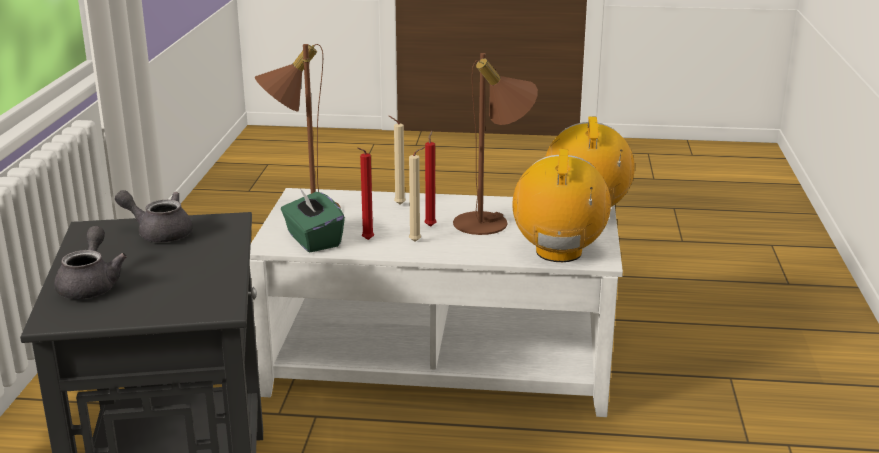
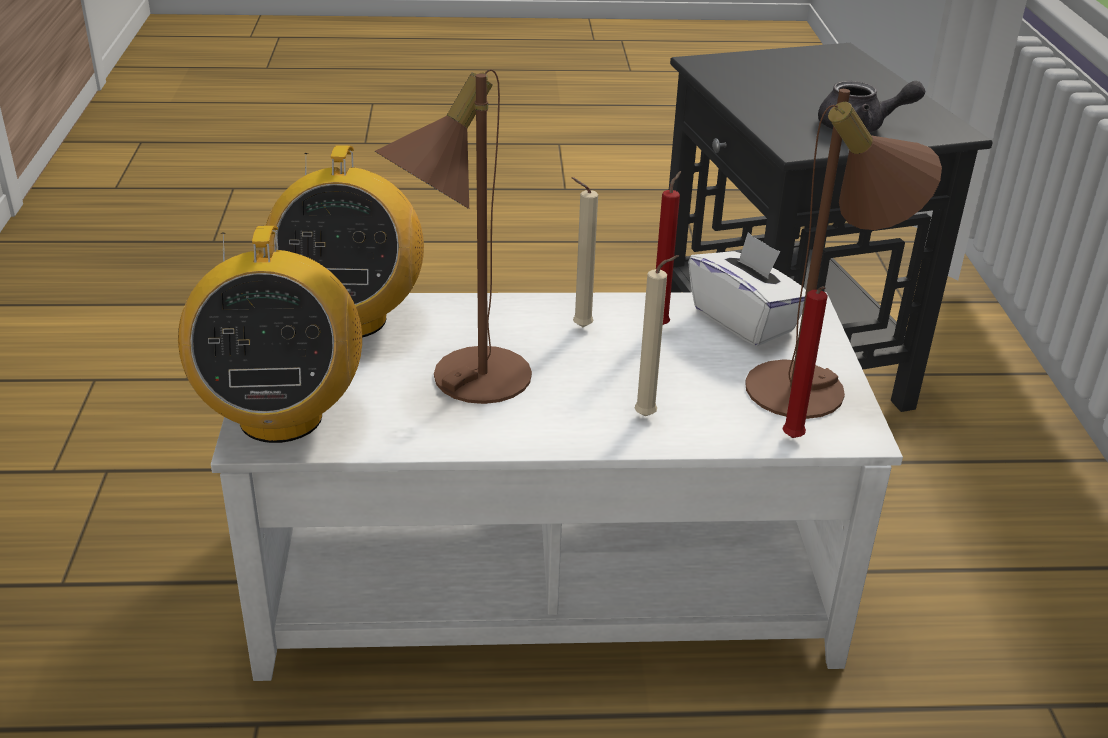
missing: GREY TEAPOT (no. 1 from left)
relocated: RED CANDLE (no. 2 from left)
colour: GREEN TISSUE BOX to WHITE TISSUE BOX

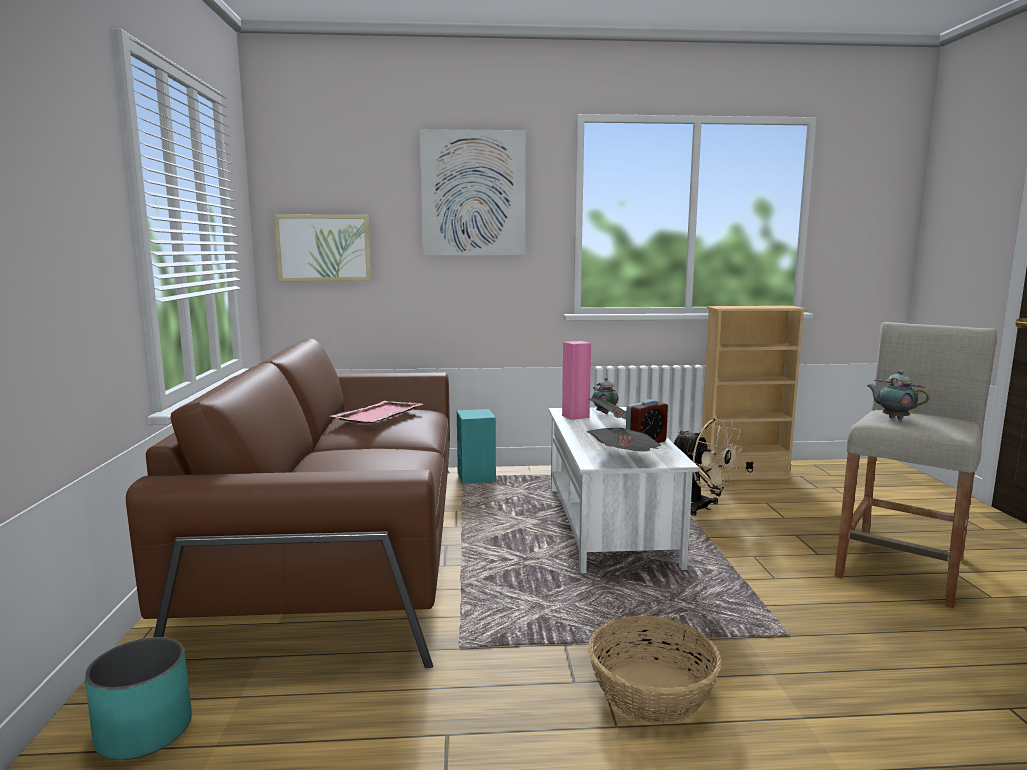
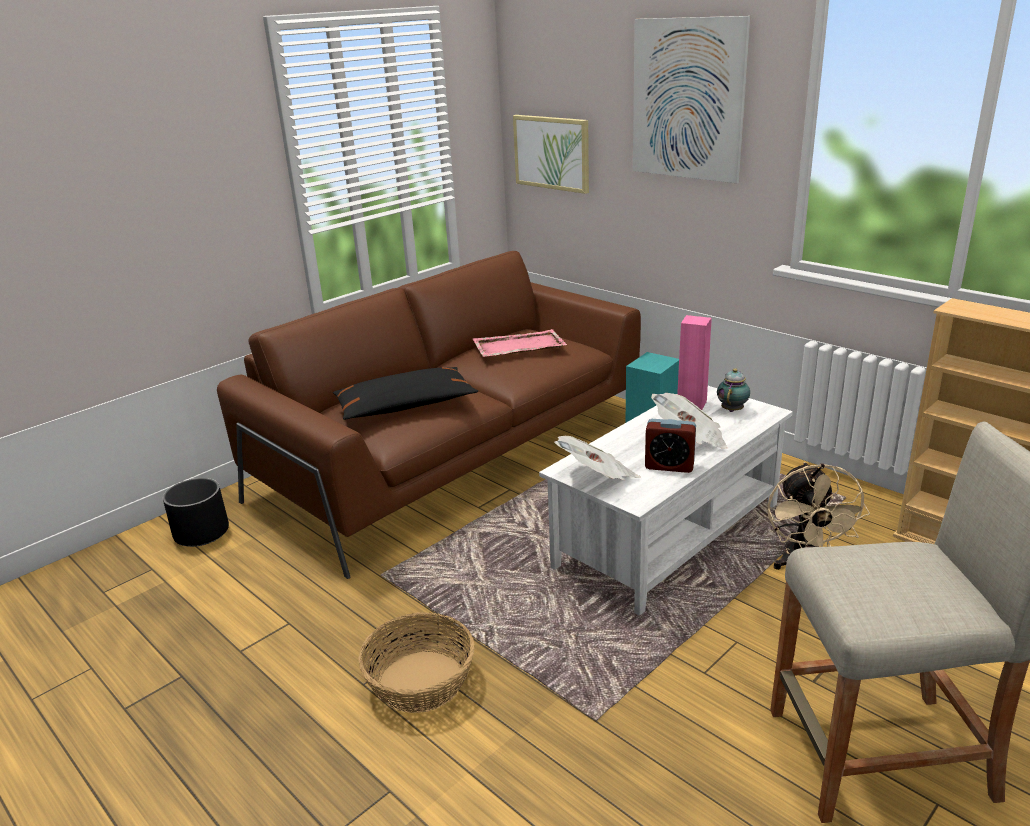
missing: TEAPOT (no. 2 from left)
appeared: BLACK PILLOW
colour: TURQUOISE PLANTER to BLACK PLANTER

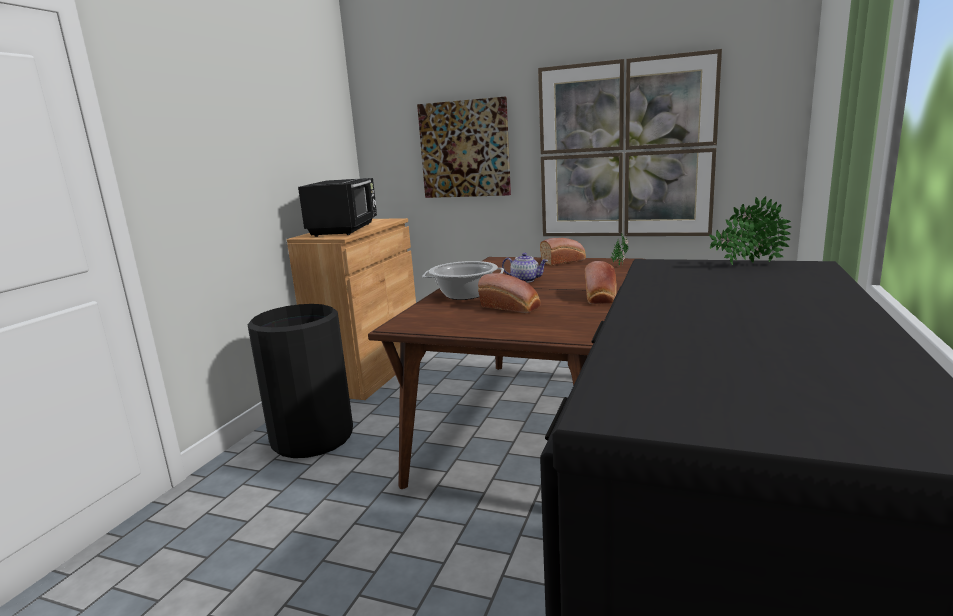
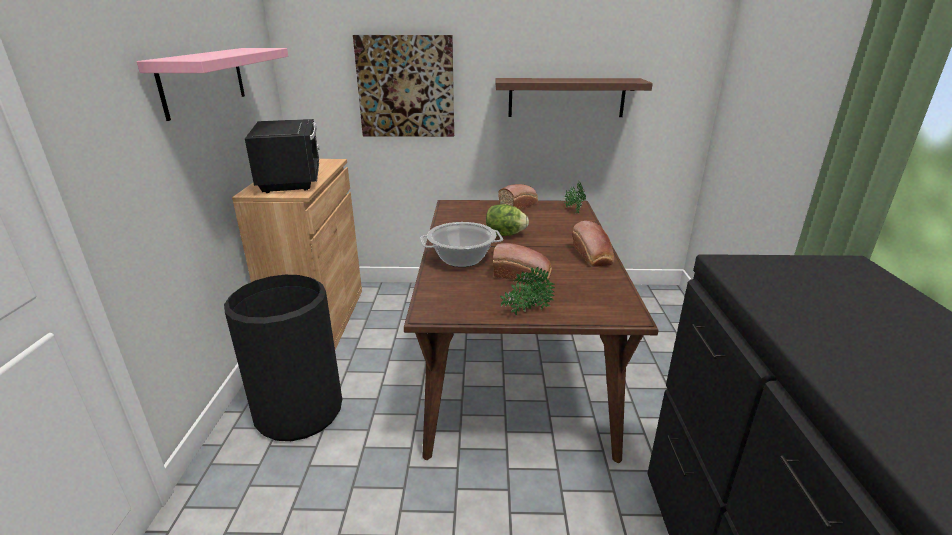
appeared: PINK SHELF
relocated: POTTED PLANT (no. 2 from left in the first image) to POTTED PLANT (no. 1 from left)
exchanged: TEAPOT to LETTUCE; PICTURE (no. 2 from left) to BROWN SHELF

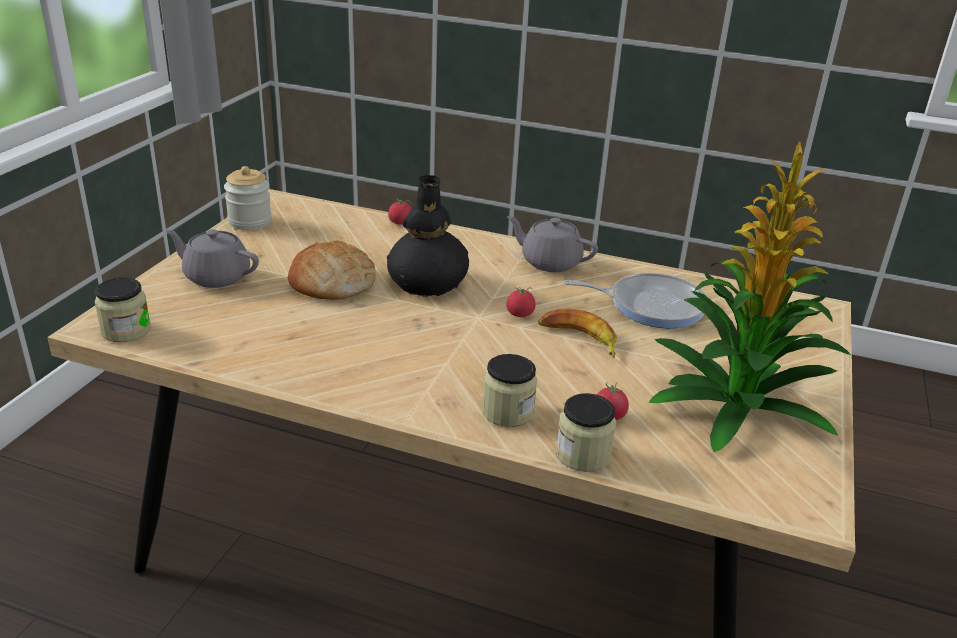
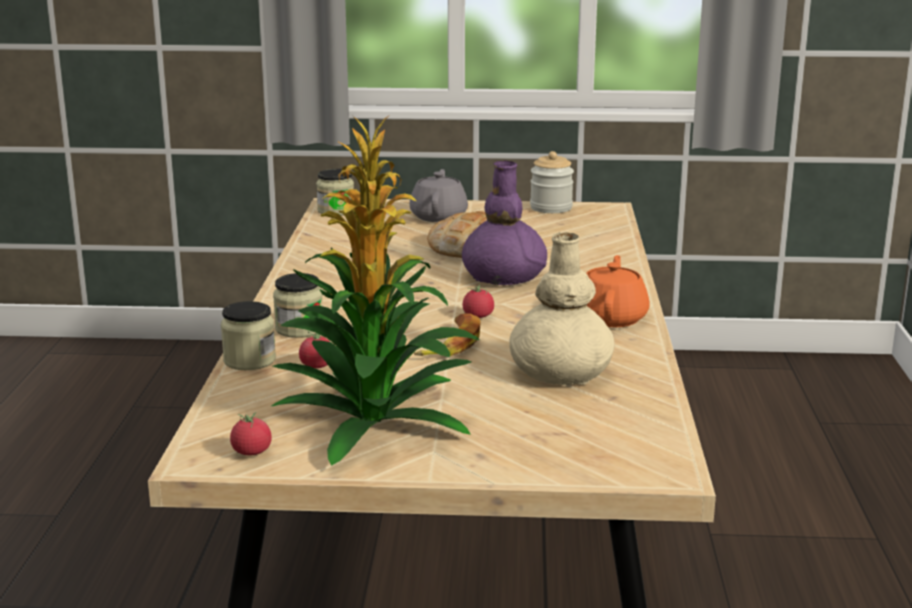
relocated: TOMATO (no. 1 from left)
exchanged: FRYING PAN to BEIGE VASE
colour: BLACK VASE to PURPLE VASE; GREY TEAPOT (no. 2 from left) to ORANGE TEAPOT

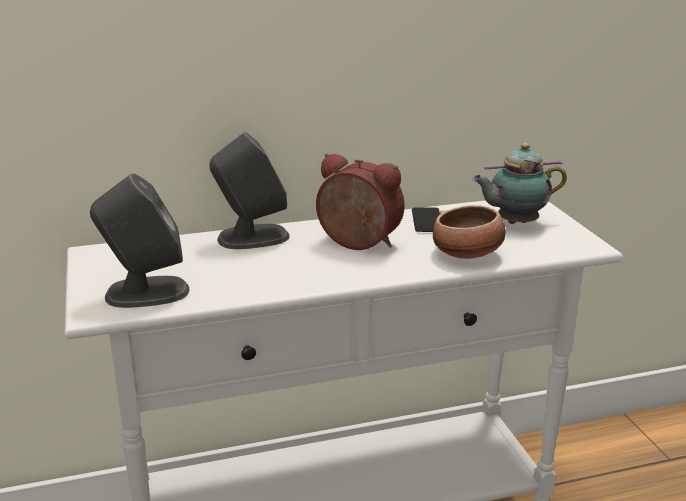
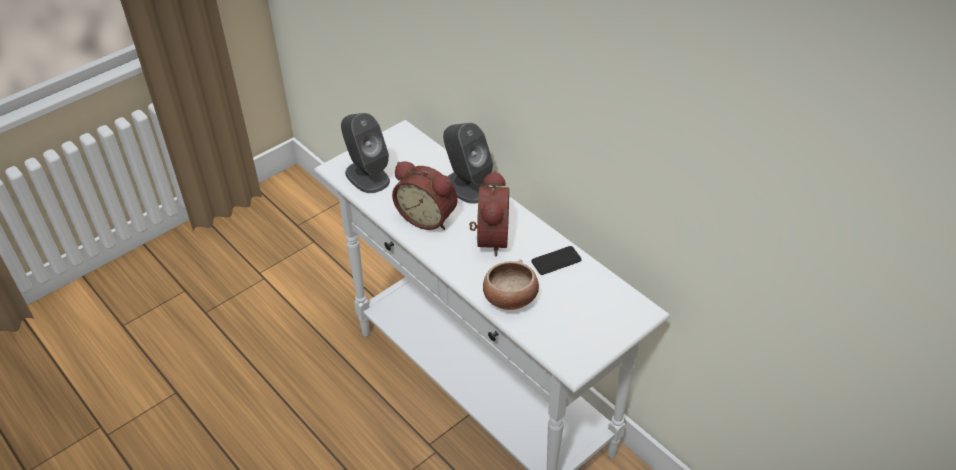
missing: TEAPOT
appeared: ALARM CLOCK (no. 1 from left)

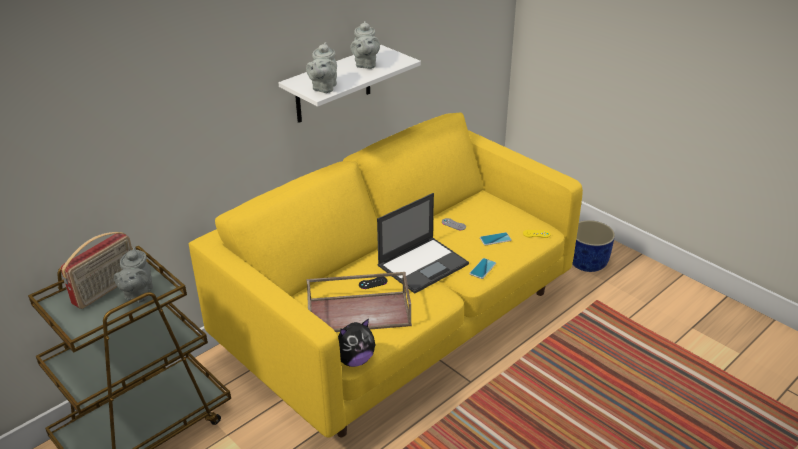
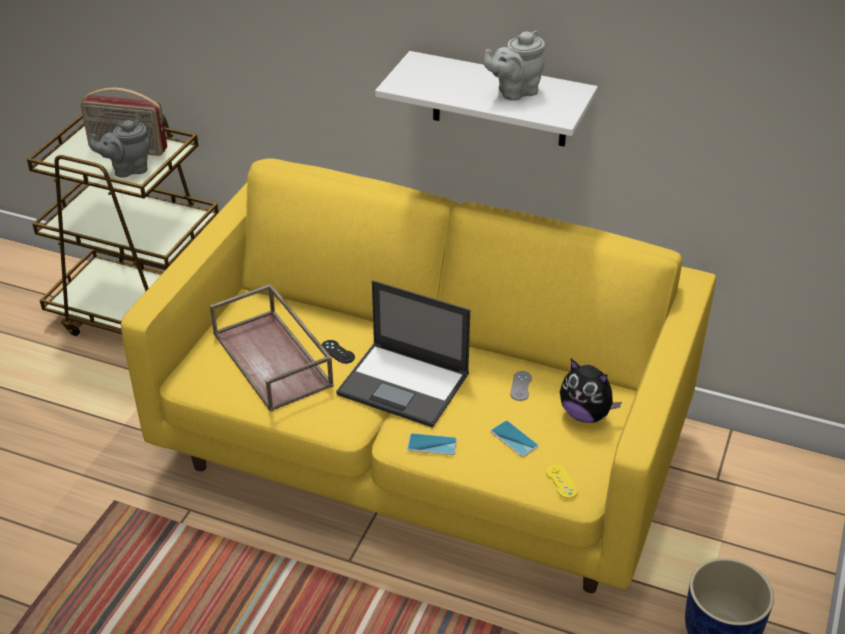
missing: GREY TEAPOT (no. 2 from left)
relocated: PLUSH TOY

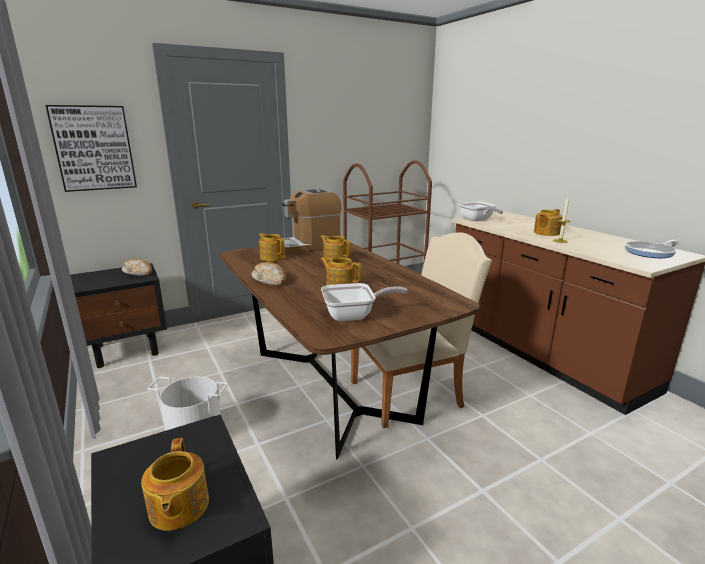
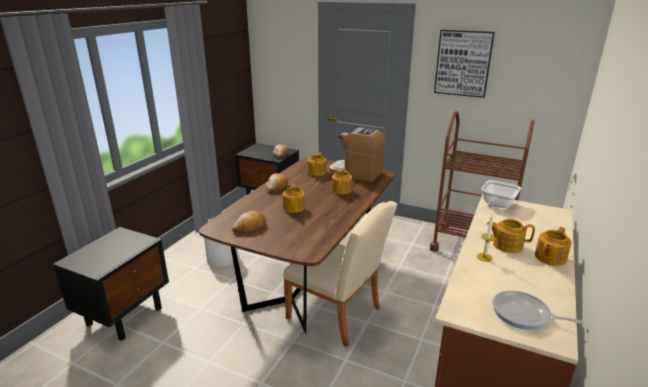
relocated: PICTURE; TEAPOT (no. 1 from left in the first image) to TEAPOT (no. 5 from left)
exchanged: FRYING PAN (no. 1 from left) to BREAD (no. 1 from left)

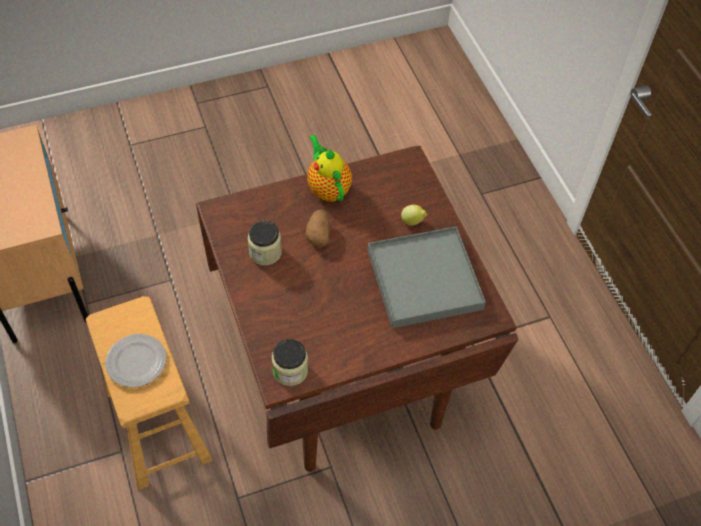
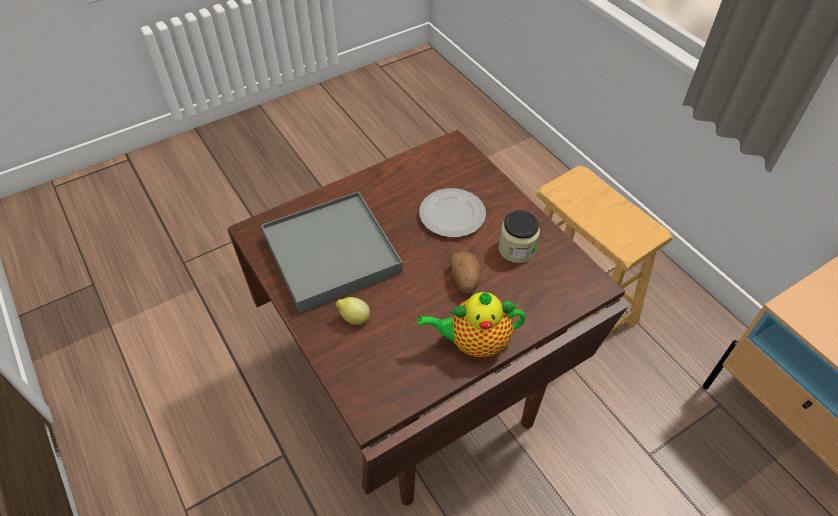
missing: JAR (no. 2 from left)
relocated: PLATE
spun: TEAPOT 120 degrees clockwise

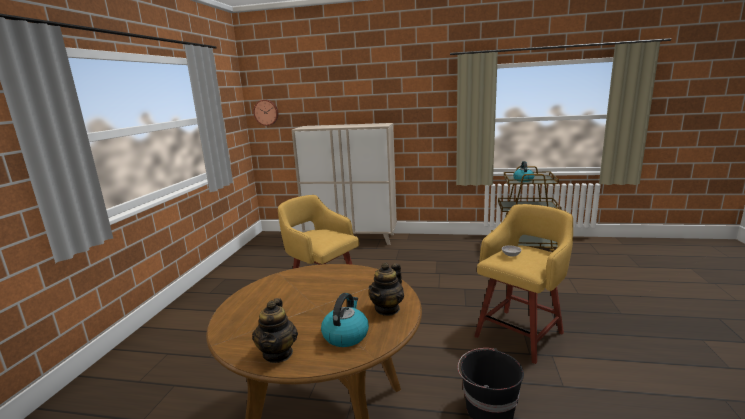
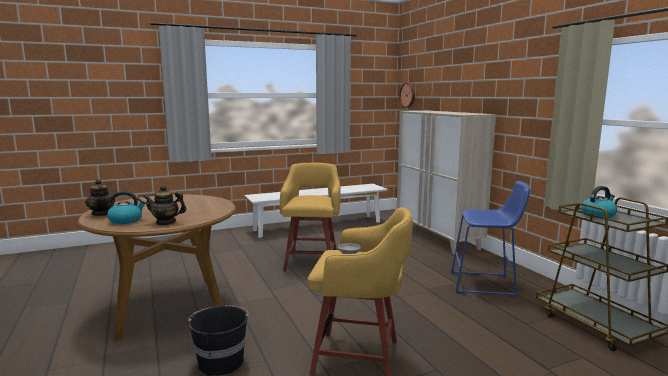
appeared: WHITE BENCH; BLUE STOOL
spun: TEAPOT (no. 1 from left) 90 degrees counterclockwise

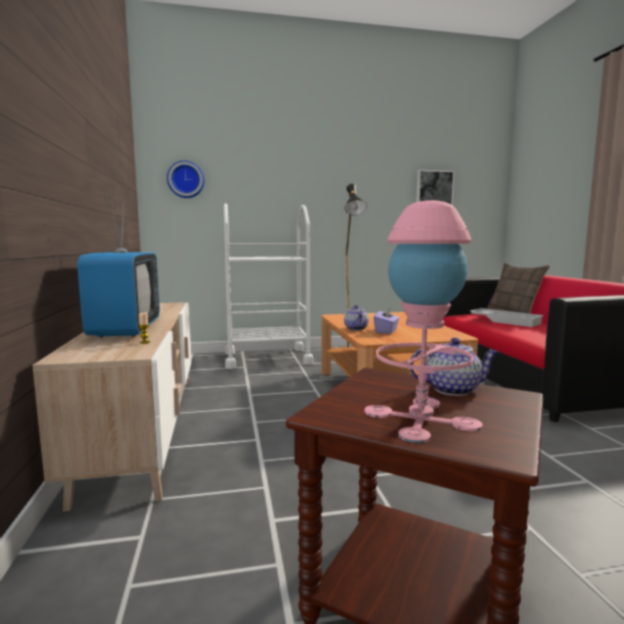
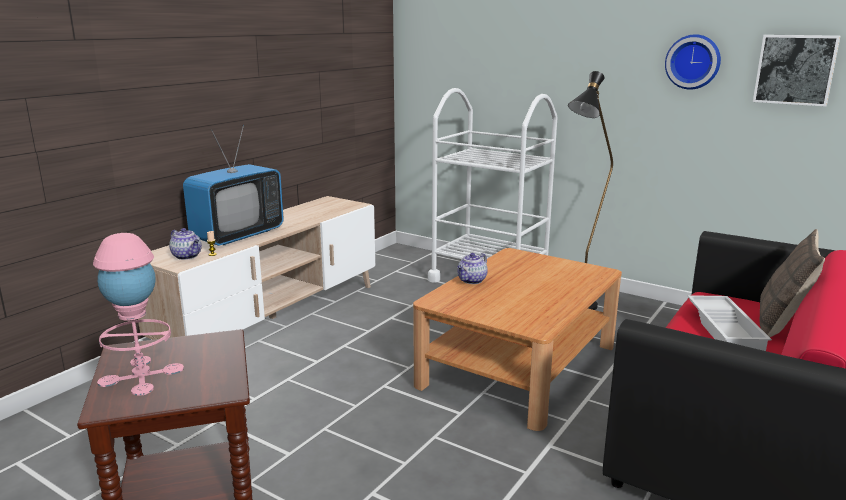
missing: PURPLE TISSUE BOX
relocated: WALL CLOCK; TEAPOT (no. 2 from left in the first image) to TEAPOT (no. 1 from left)

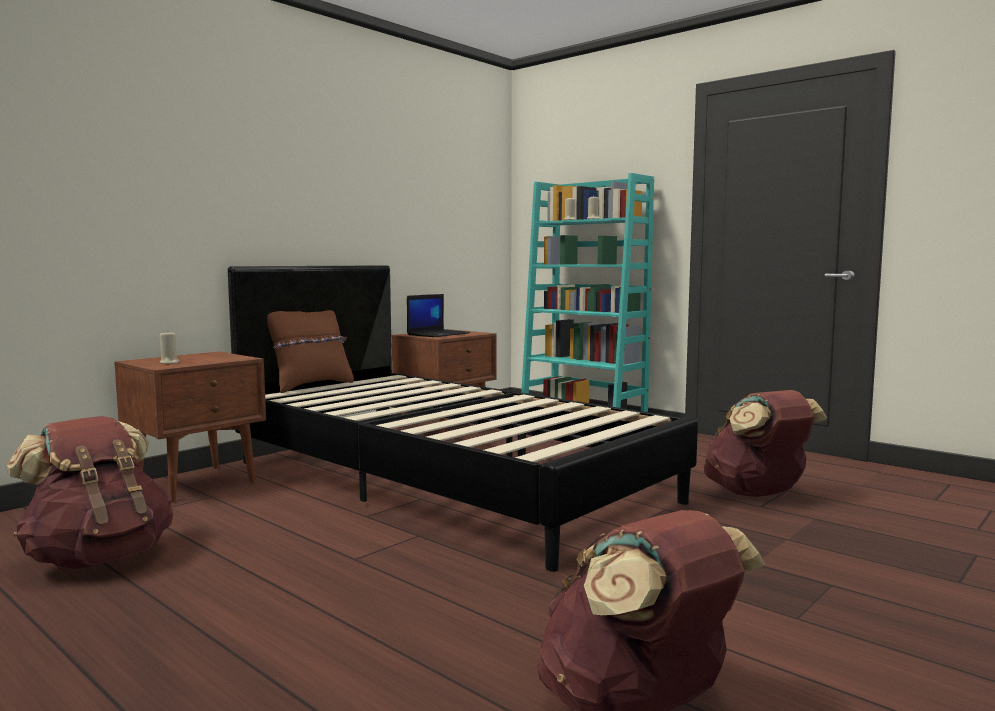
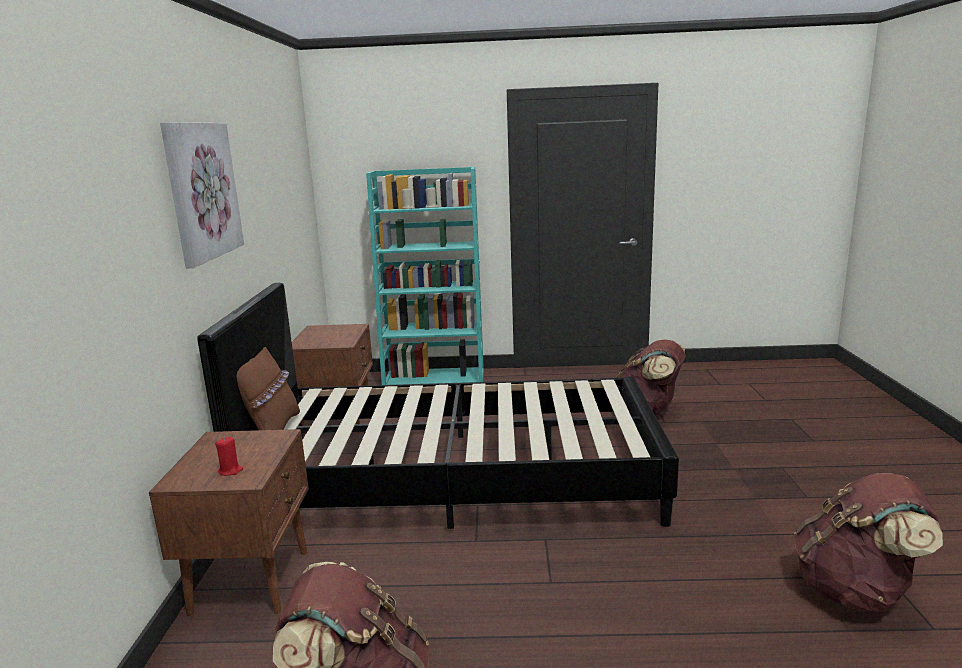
missing: LAPTOP
appeared: PICTURE
colour: BEIGE CANDLE (no. 1 from left) to RED CANDLE

